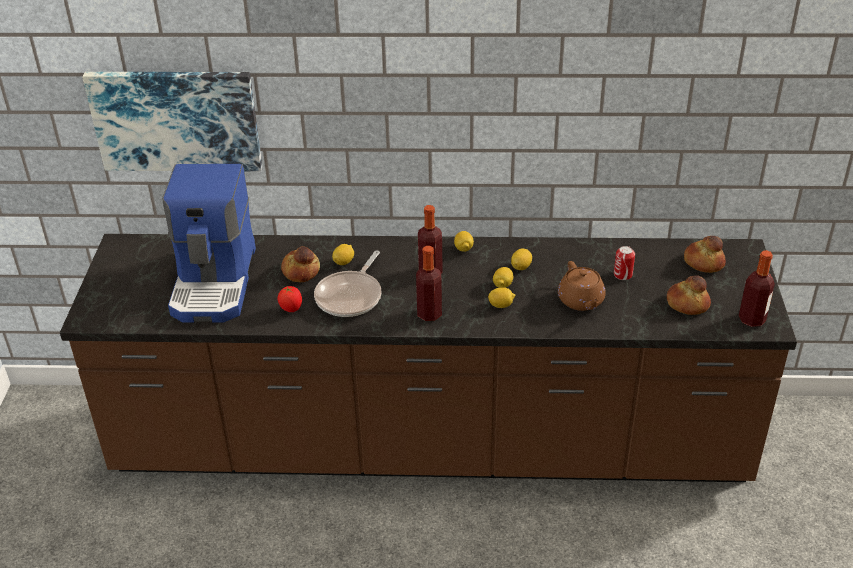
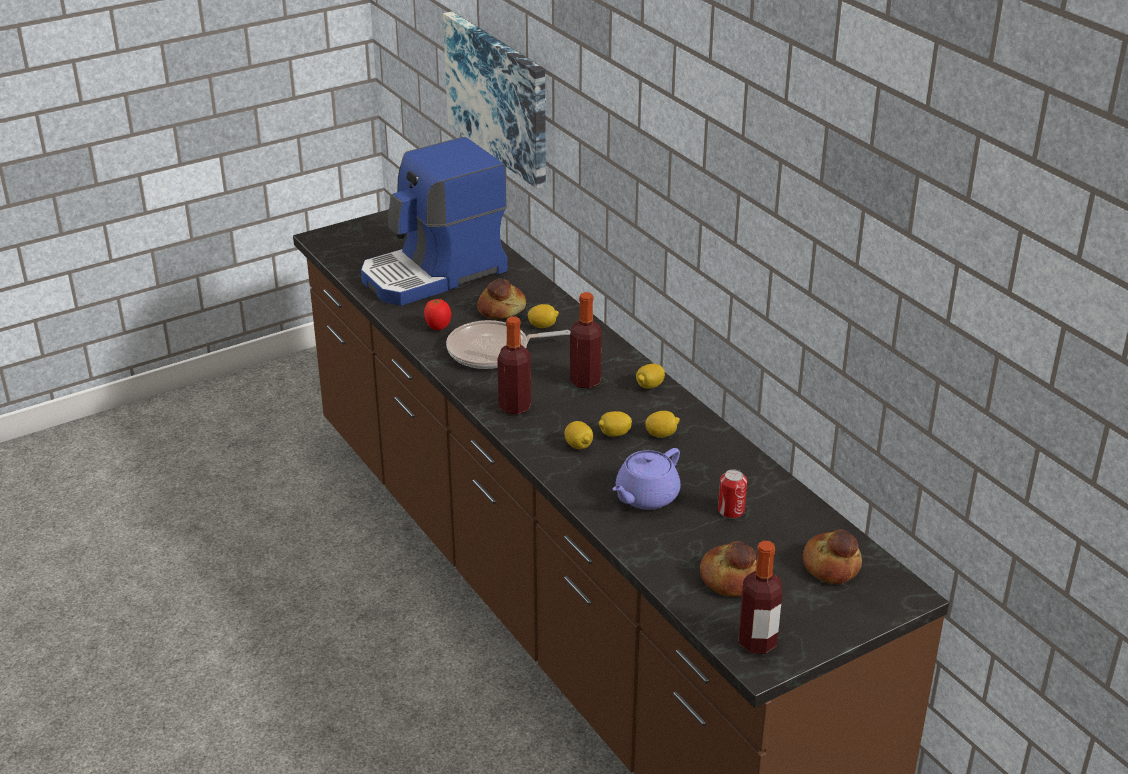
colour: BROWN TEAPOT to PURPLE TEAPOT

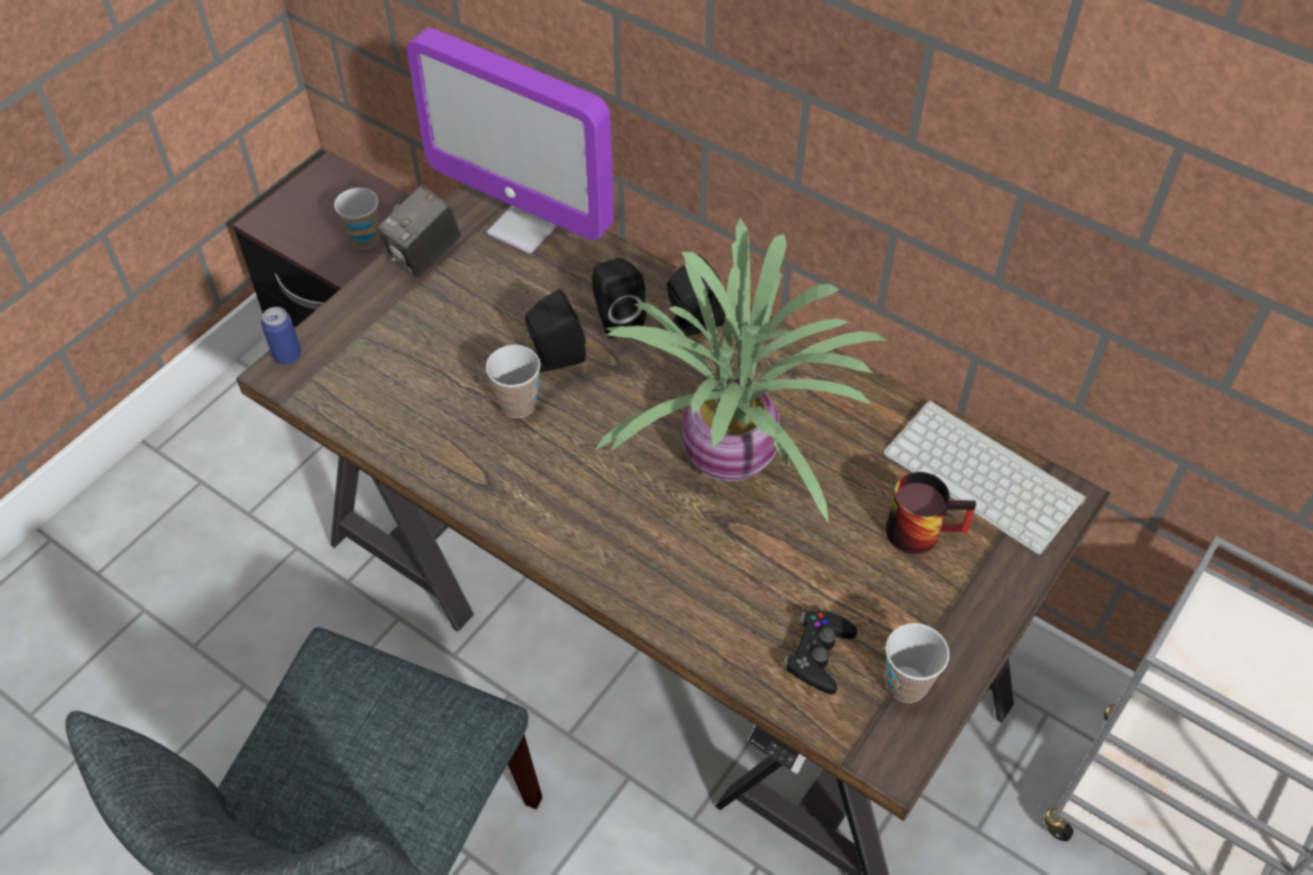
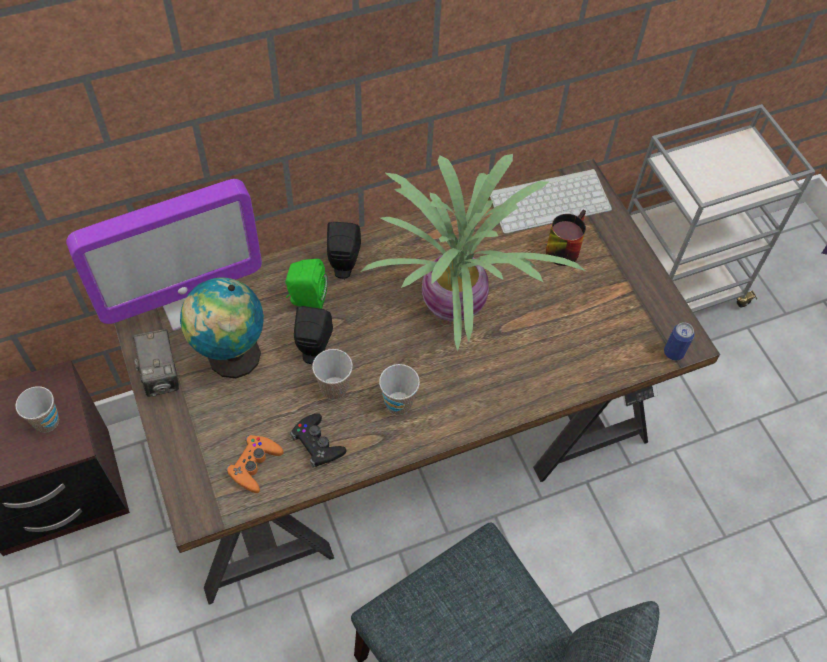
appeared: GLOBE; ORANGE GAME CONTROLLER
relocated: CAN; BLACK GAME CONTROLLER; CUP (no. 3 from left)
colour: BLACK SPEAKER (no. 2 from left) to GREEN SPEAKER

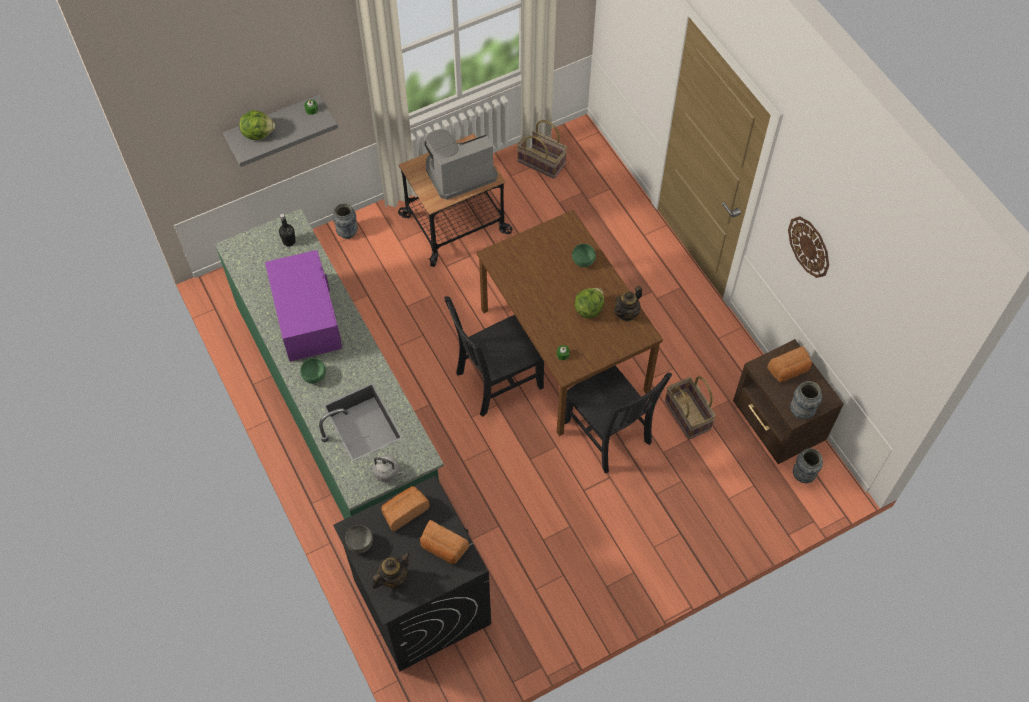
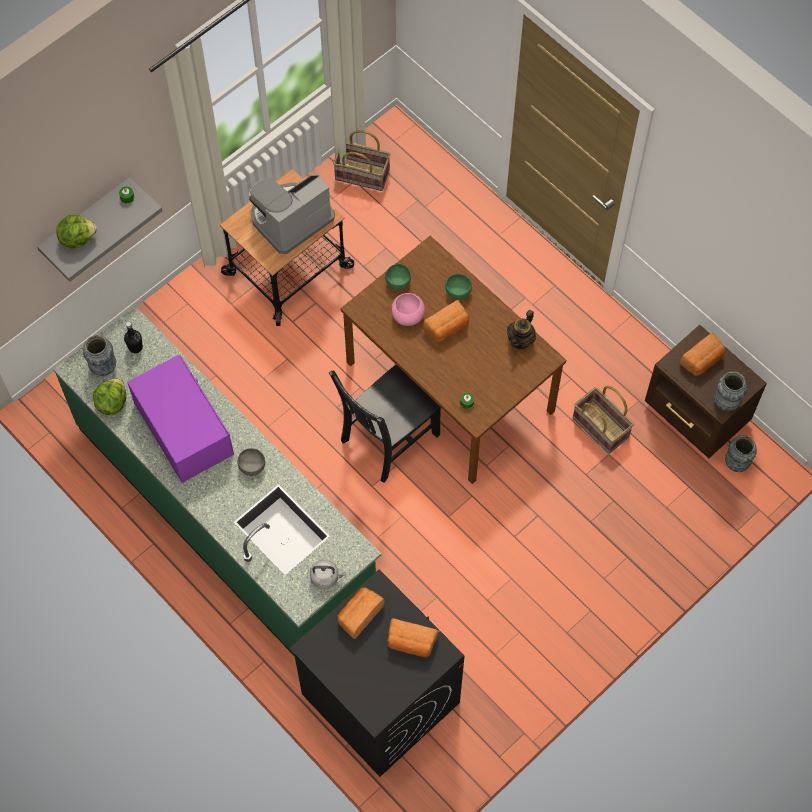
missing: TEAPOT (no. 1 from left); BLACK CHAIR (no. 2 from left); WALL CLOCK
appeared: PINK BOWL; BREAD (no. 3 from left)
relocated: GREEN BOWL (no. 1 from left); VASE (no. 1 from left); GREY BOWL; LETTUCE (no. 2 from left)

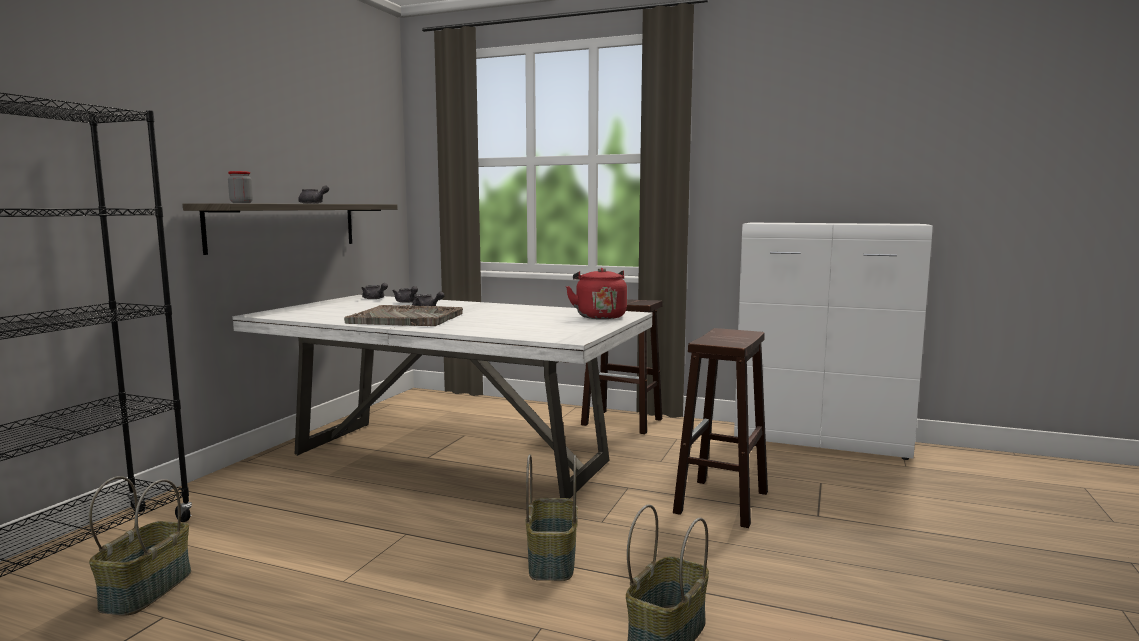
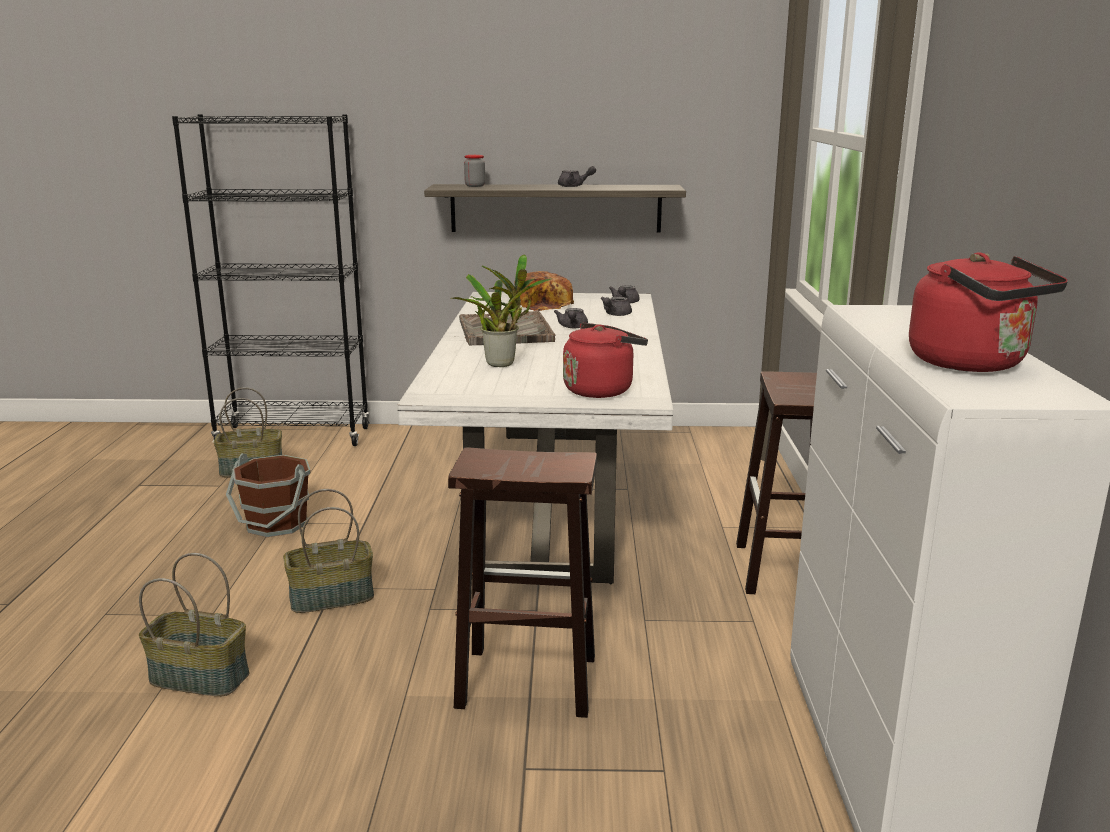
appeared: BROWN BUCKET; POTTED PLANT; BREAD; RED KETTLE (no. 2 from left)

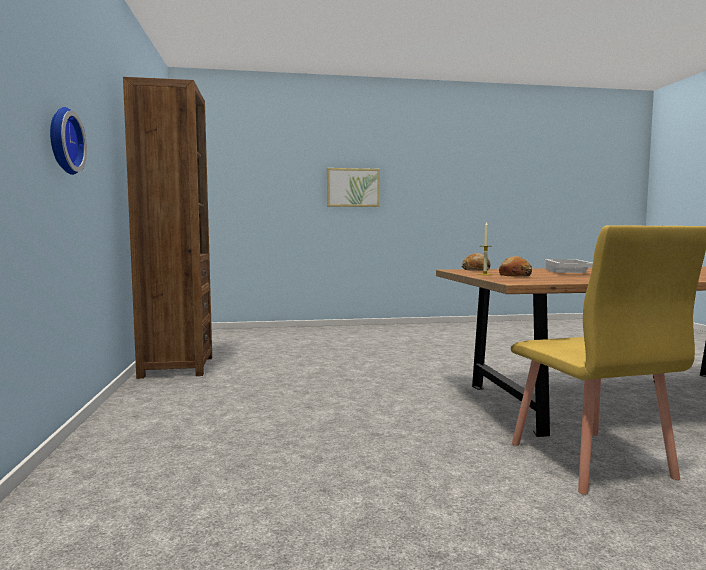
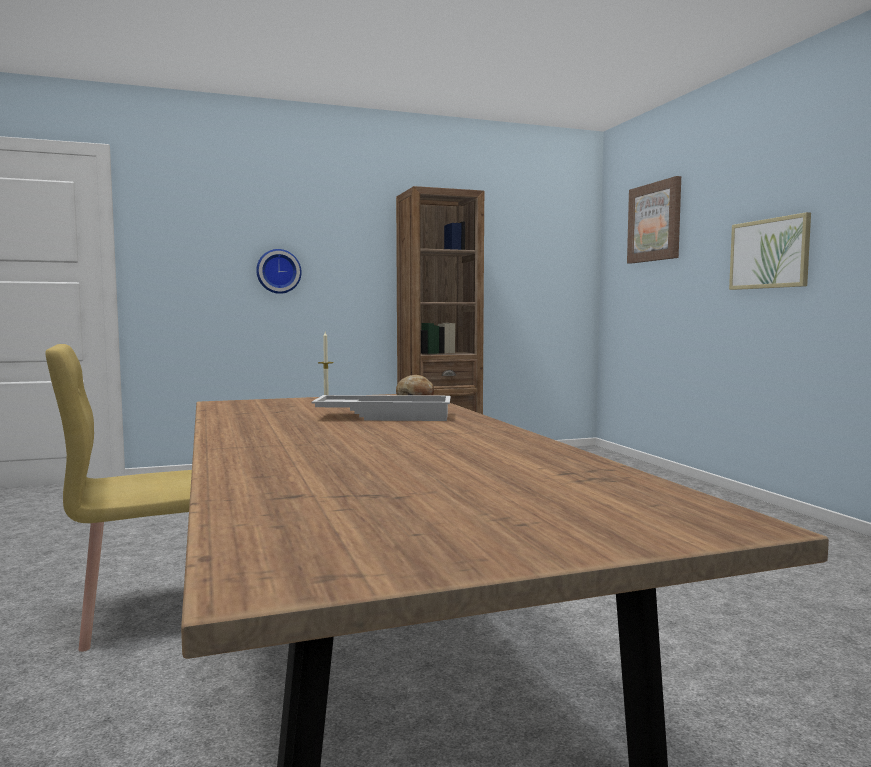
missing: BREAD (no. 2 from left)
appeared: PICTURE (no. 1 from left)

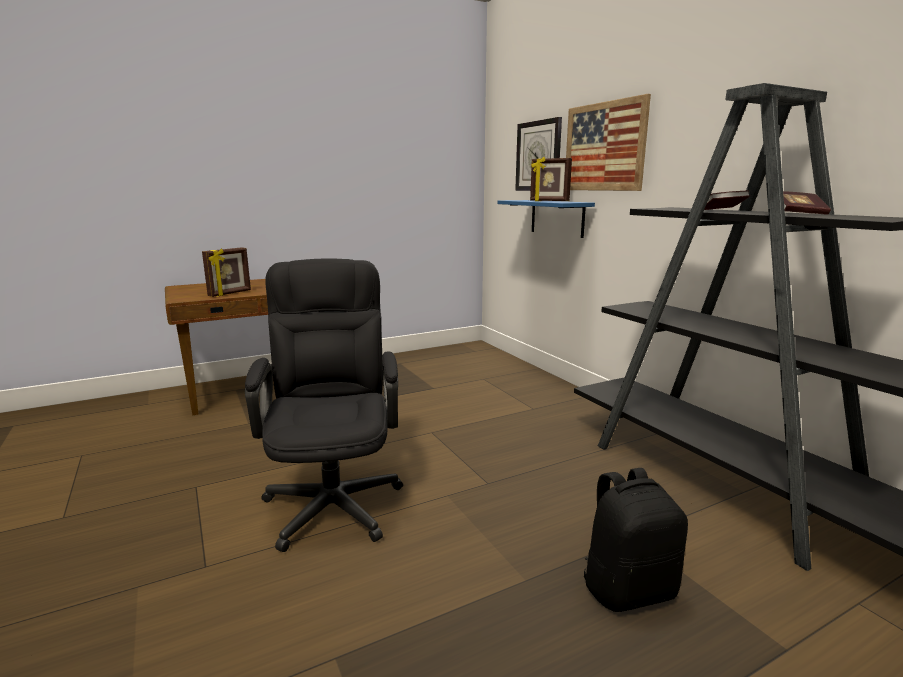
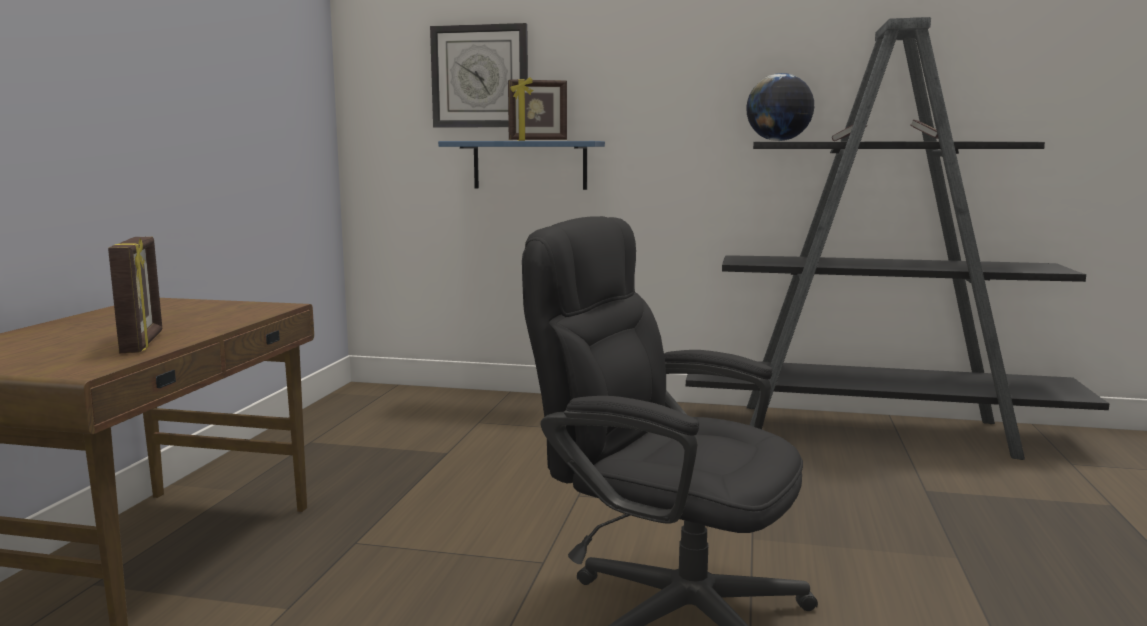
missing: PICTURE; BLACK BACKPACK
appeared: GLOBE

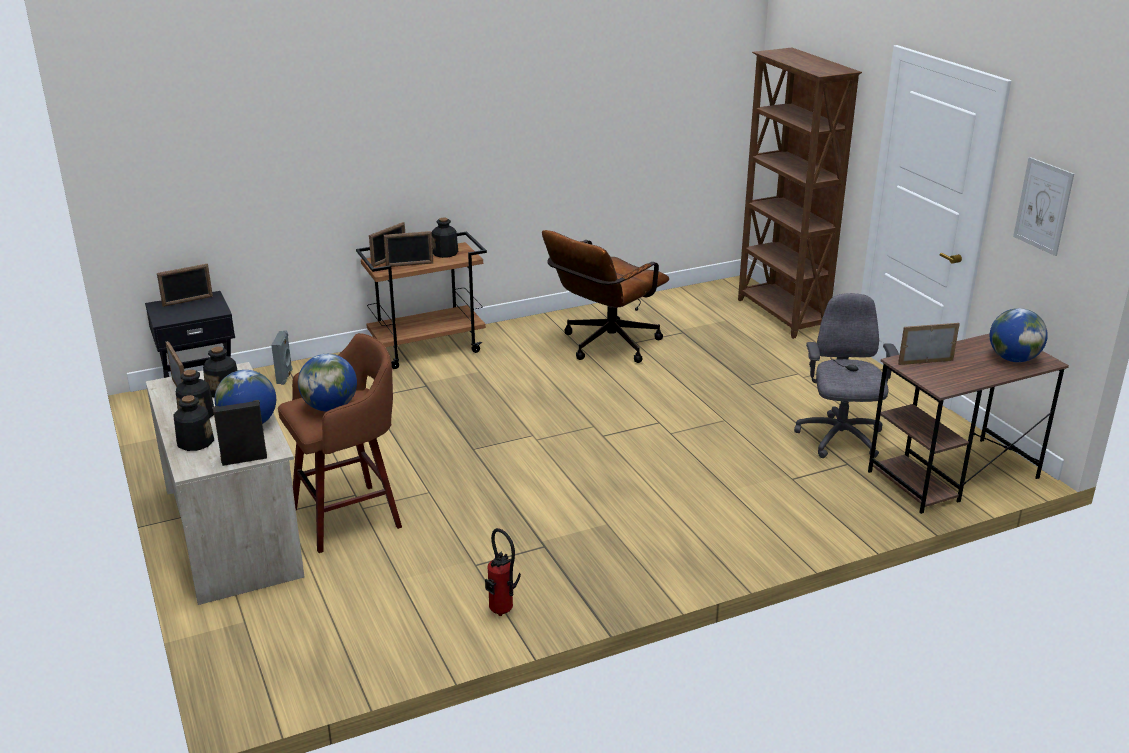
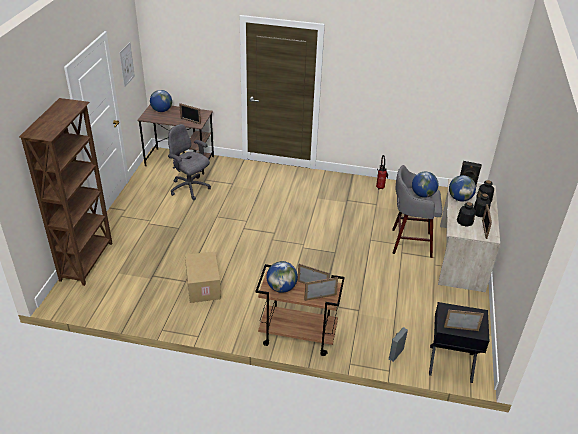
exchanged: BOTTLE (no. 4 from left) to GLOBE (no. 2 from left); BROWN OFFICE CHAIR to CARDBOARD BOX
colour: BROWN STOOL to GREY STOOL
spun: GREY OFFICE CHAIR 90 degrees clockwise

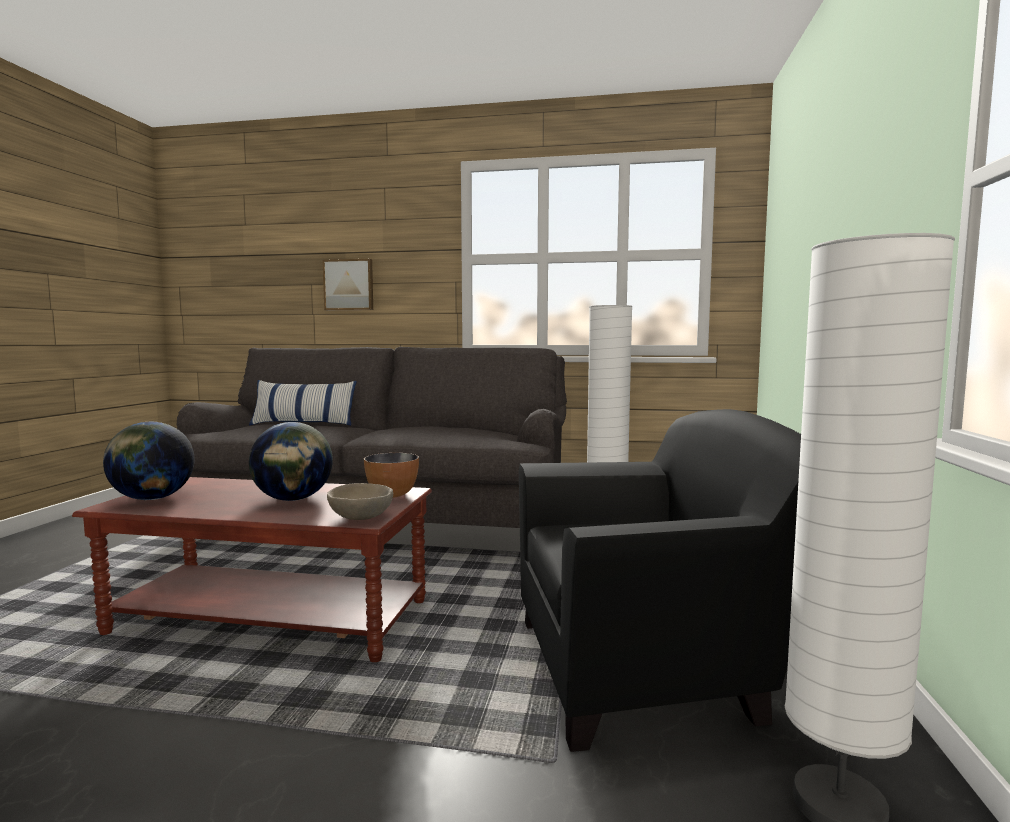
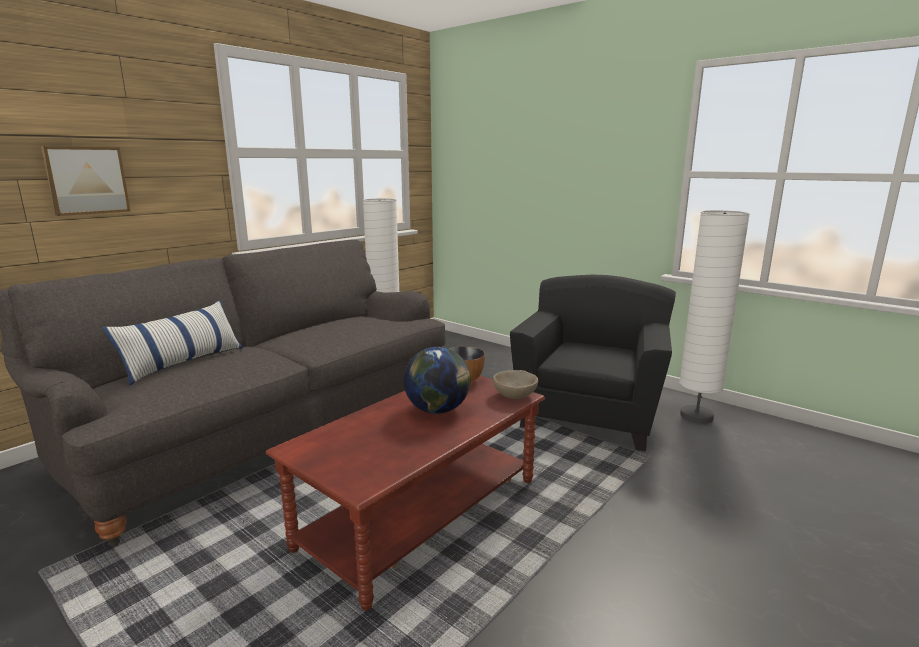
missing: GLOBE (no. 1 from left)

